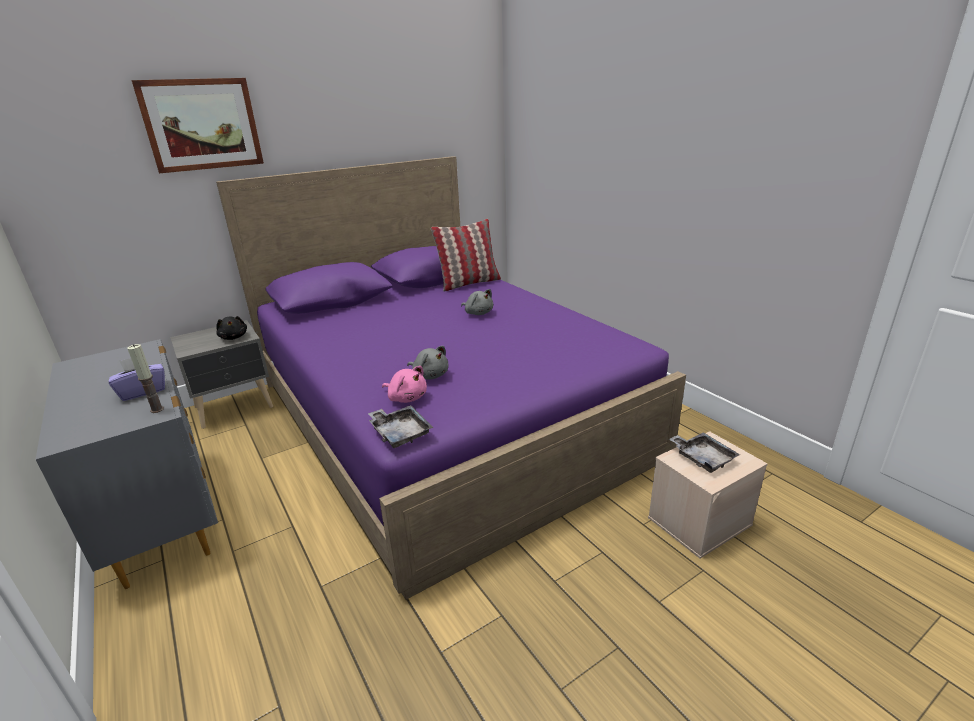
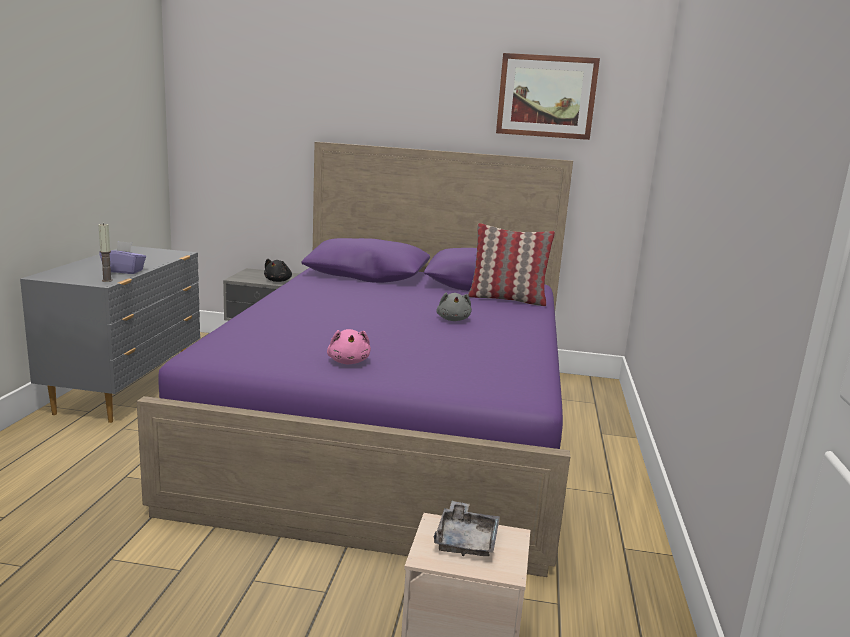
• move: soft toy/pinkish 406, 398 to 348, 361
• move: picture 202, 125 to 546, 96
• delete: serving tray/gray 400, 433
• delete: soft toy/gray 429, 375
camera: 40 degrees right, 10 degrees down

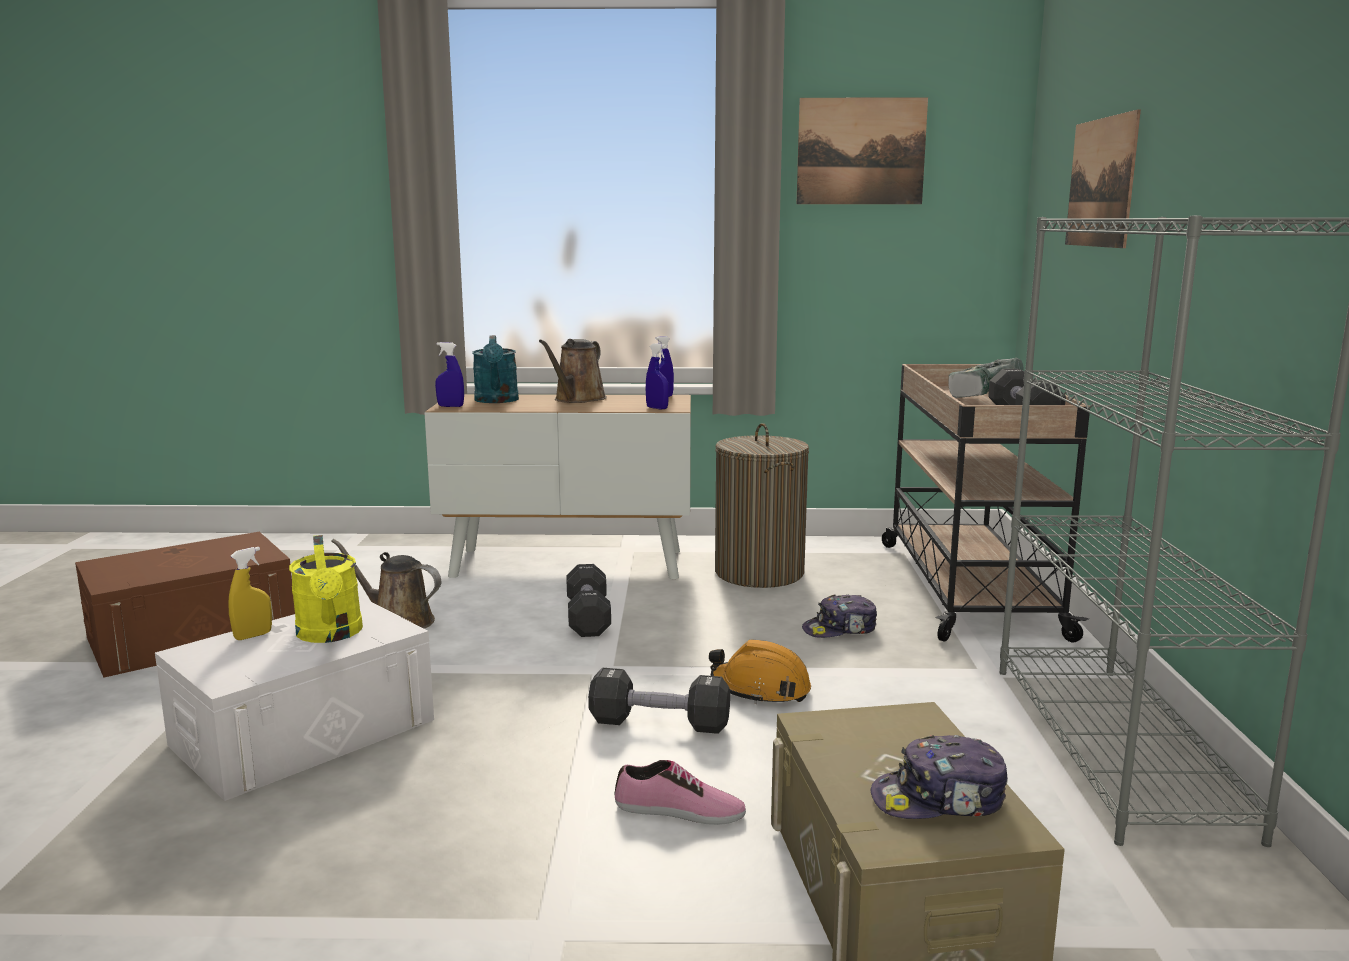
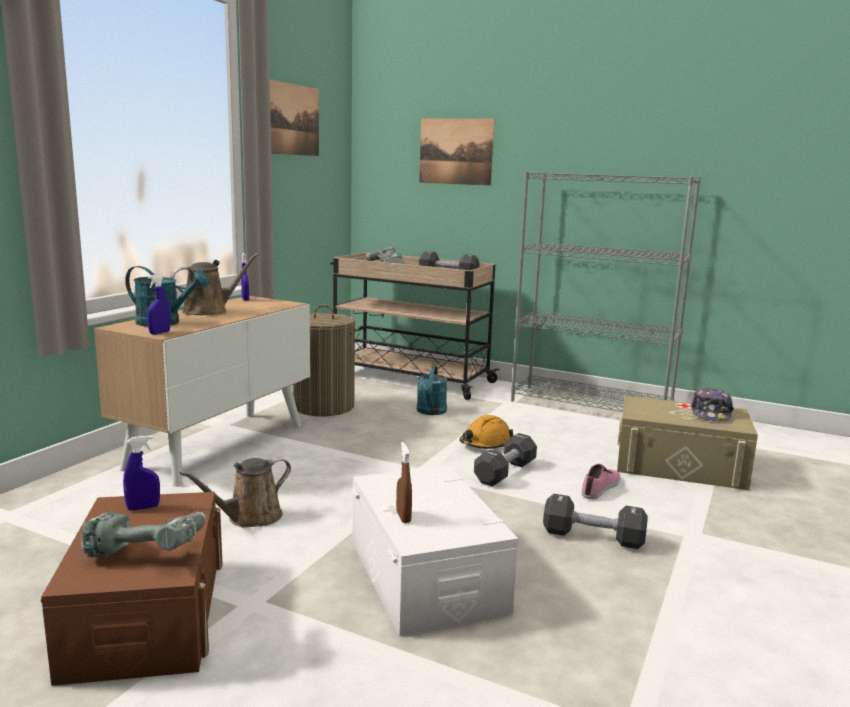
• insert: drill 149, 551
• move: spray bottle/blue-coloured 657, 408 to 143, 508
• rotate: watering pot/brownish 577, 399 = 209, 311 90 degrees counterclockwise
• recolor: spray bottle/yellow-coloured 253, 636 to spray bottle/brownish 403, 517
• replace: baseball cap 840, 630 to watering pot/turquoise 430, 412
• move: free weight/black-coloured 588, 617 to 593, 537
• delete: watering pot/yellow-coloured 330, 635
camera: 65 degrees left, 0 degrees up

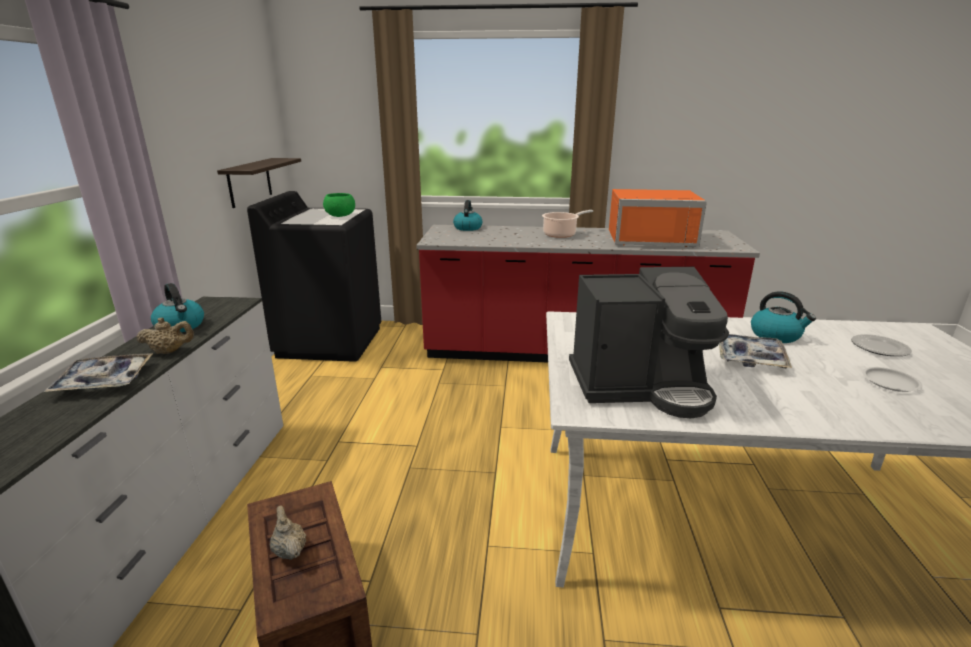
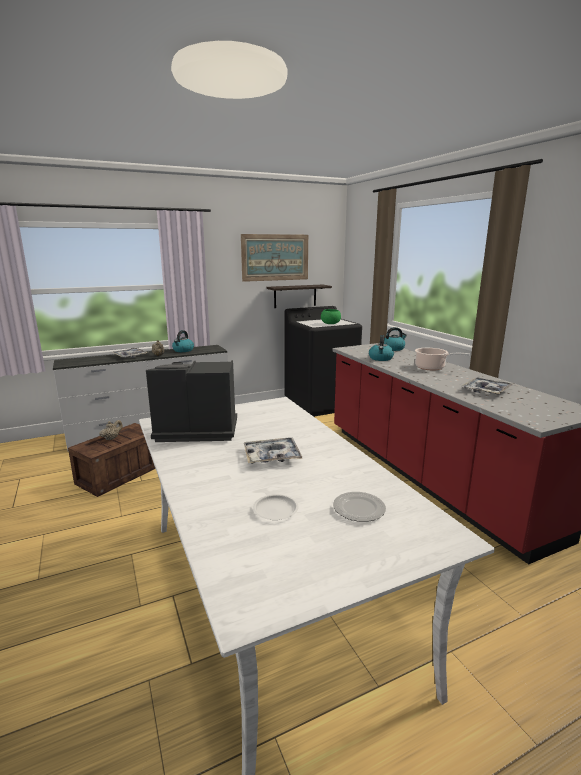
• rotate: coffee maker 641, 386 = 194, 430 120 degrees clockwise
• insert: picture 275, 257
• move: water kettle 776, 335 to 381, 358
• replace: microwave/orange 650, 239 to serving tray 486, 390
camera: 60 degrees right, 5 degrees down

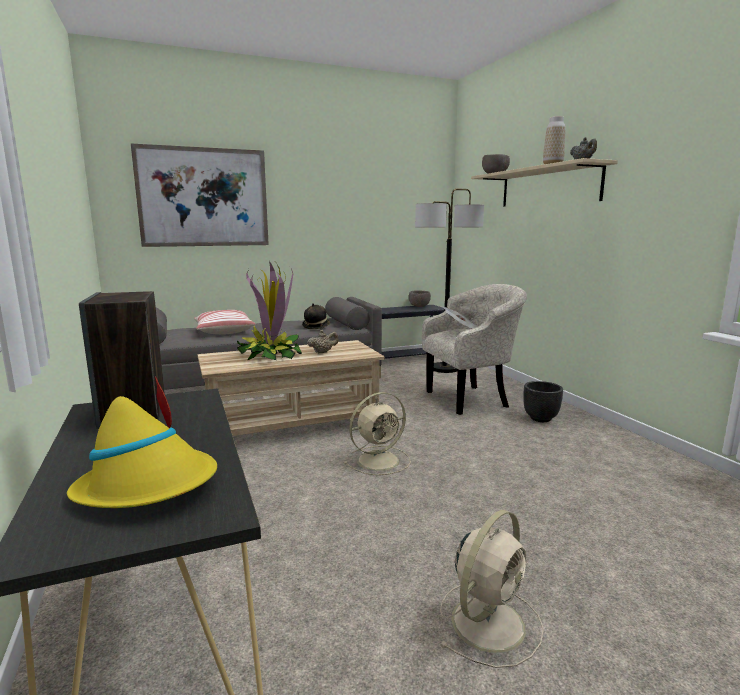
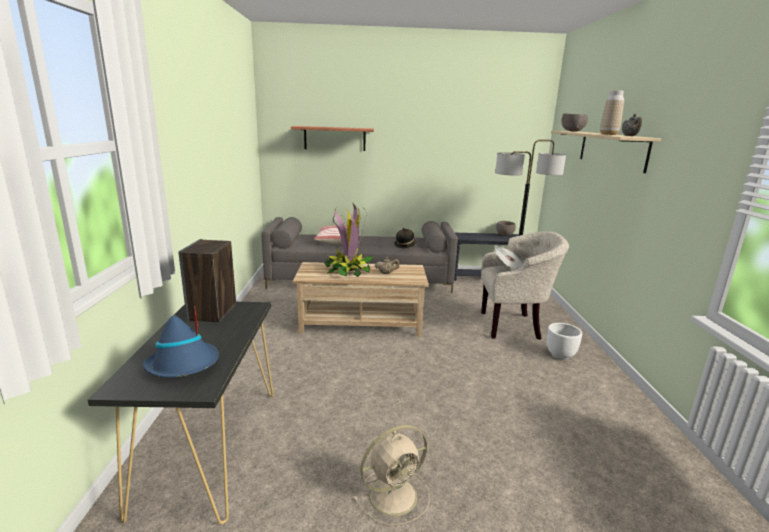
• recolor: clothing hat/yellow-coloured 149, 487 to clothing hat/blue-coloured 184, 365
• replace: picture 204, 197 to shelf 334, 138
• recolor: plant pot/black-coloured 541, 418 to plant pot/white-coloured 560, 356
• delete: cooling fan/beige-coloured 379, 460
camera: 20 degrees right, 5 degrees up

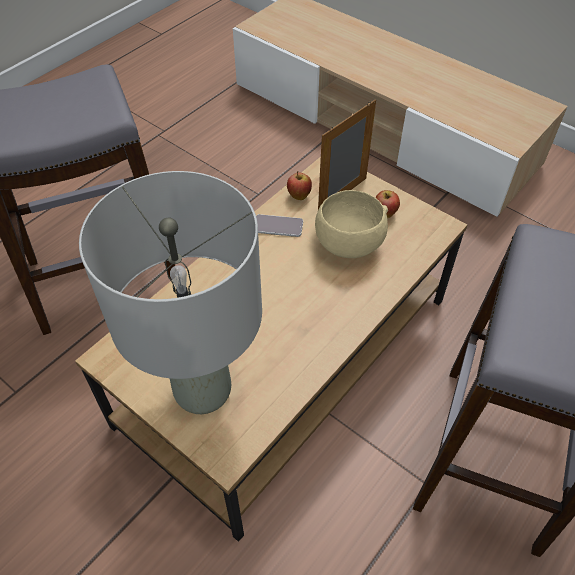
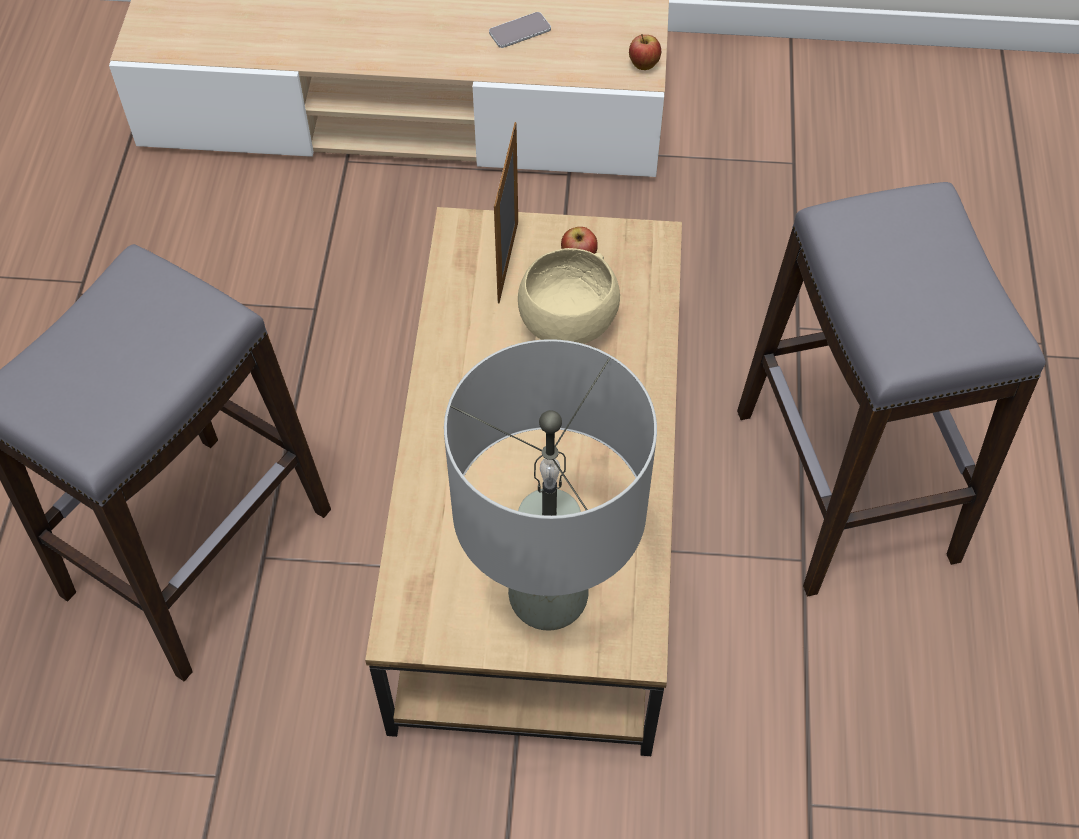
• move: handset 278, 226 to 519, 31
• move: apple 299, 196 to 643, 66
camera: 35 degrees left, 5 degrees up

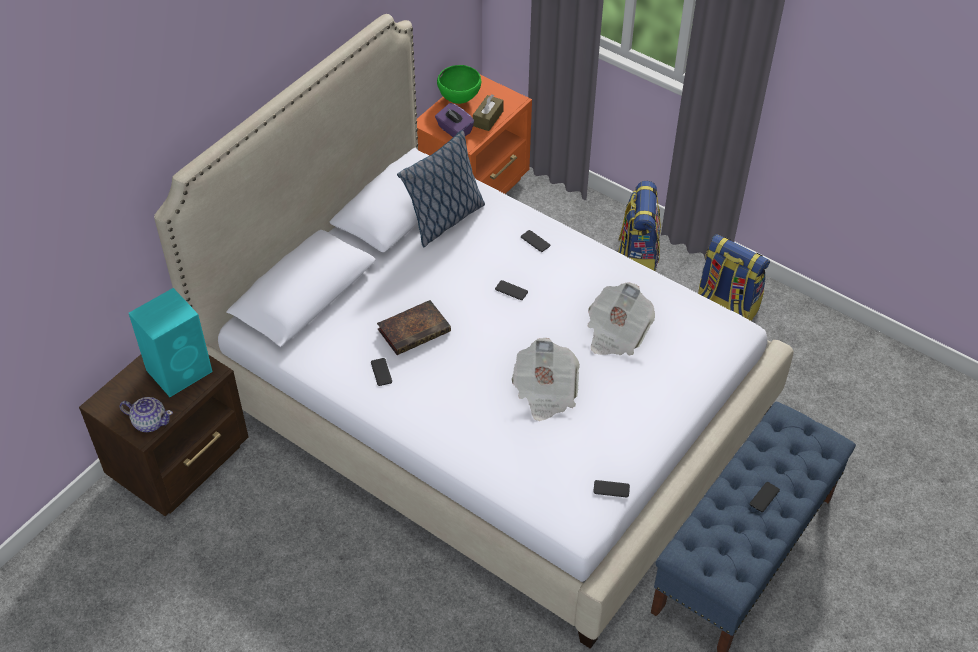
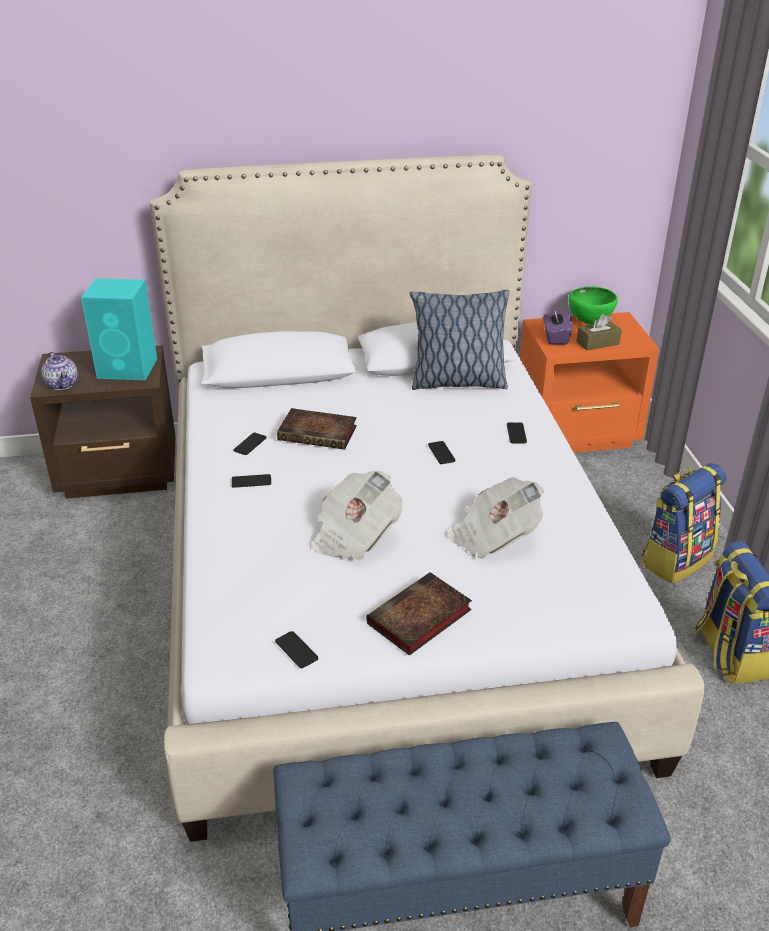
• move: handset 764, 497 to 251, 481
• insert: bound book 418, 619
camera: 45 degrees right, 15 degrees down

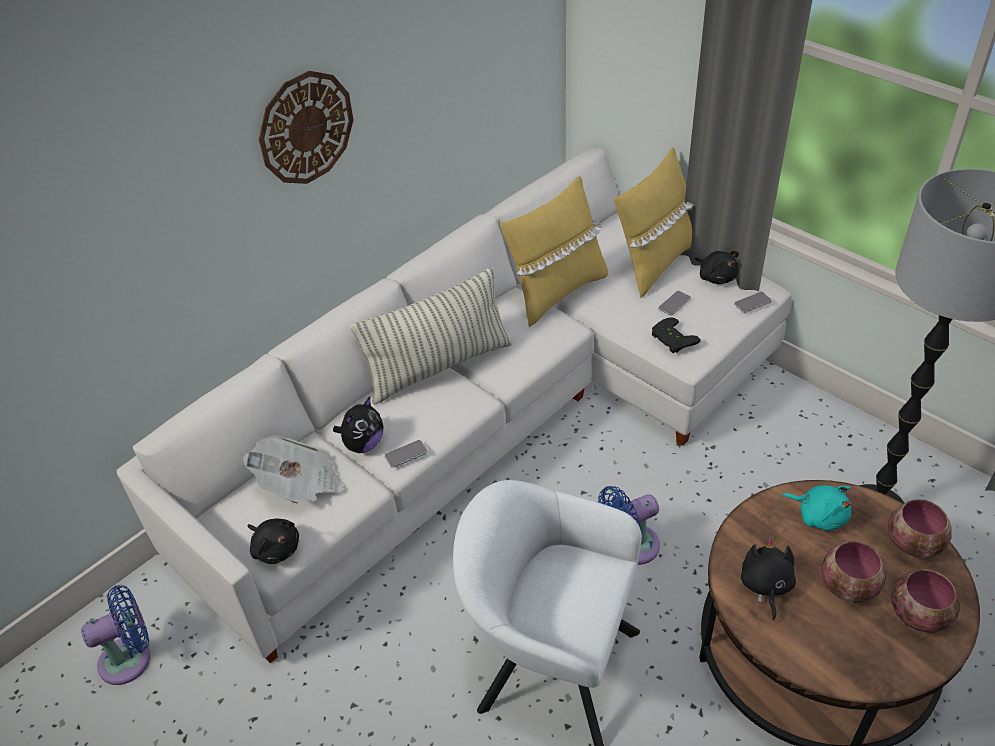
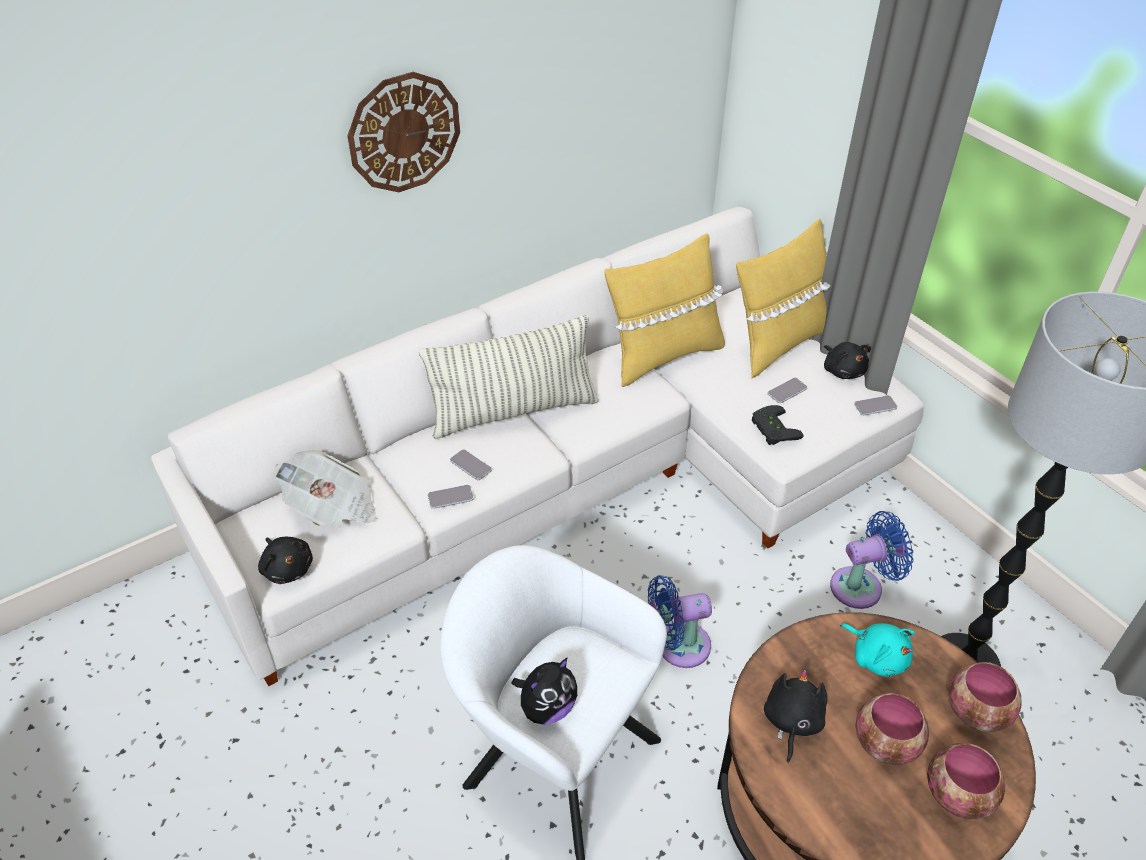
• insert: handset 470, 465
• move: soft toy 363, 444 to 547, 708
• move: cooling fan/blue-coloured 131, 658 to 861, 586
camera: 10 degrees right, 0 degrees up

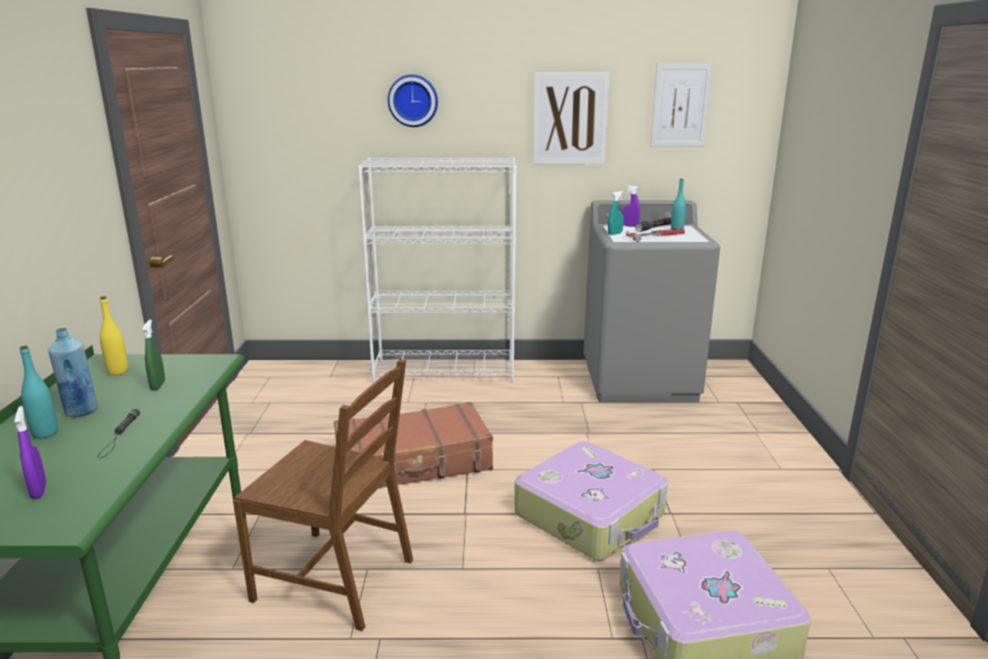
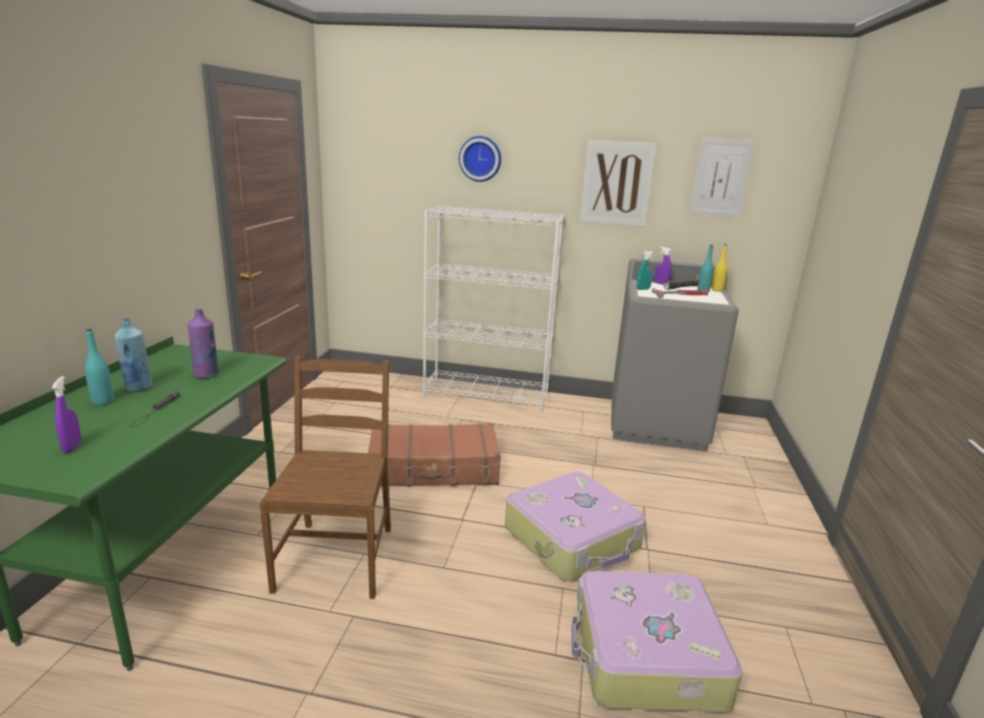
• replace: spray bottle/green 158, 385 to beverage bottle/purple-coloured 206, 375
• rotate: upright chair/brownish 336, 578 = 336, 558 120 degrees counterclockwise
• move: beverage bottle/yellow-coloured 118, 371 to 717, 290
camera: 10 degrees right, 0 degrees up

